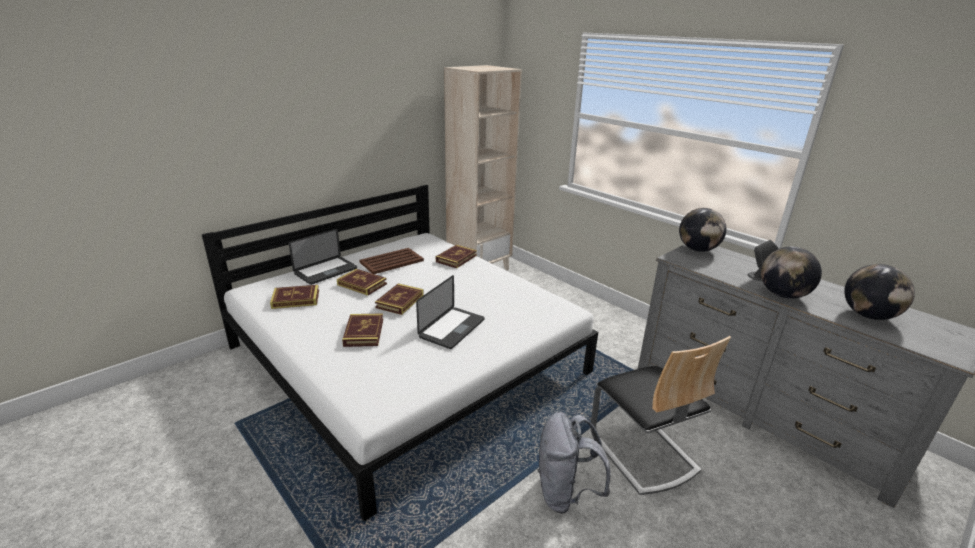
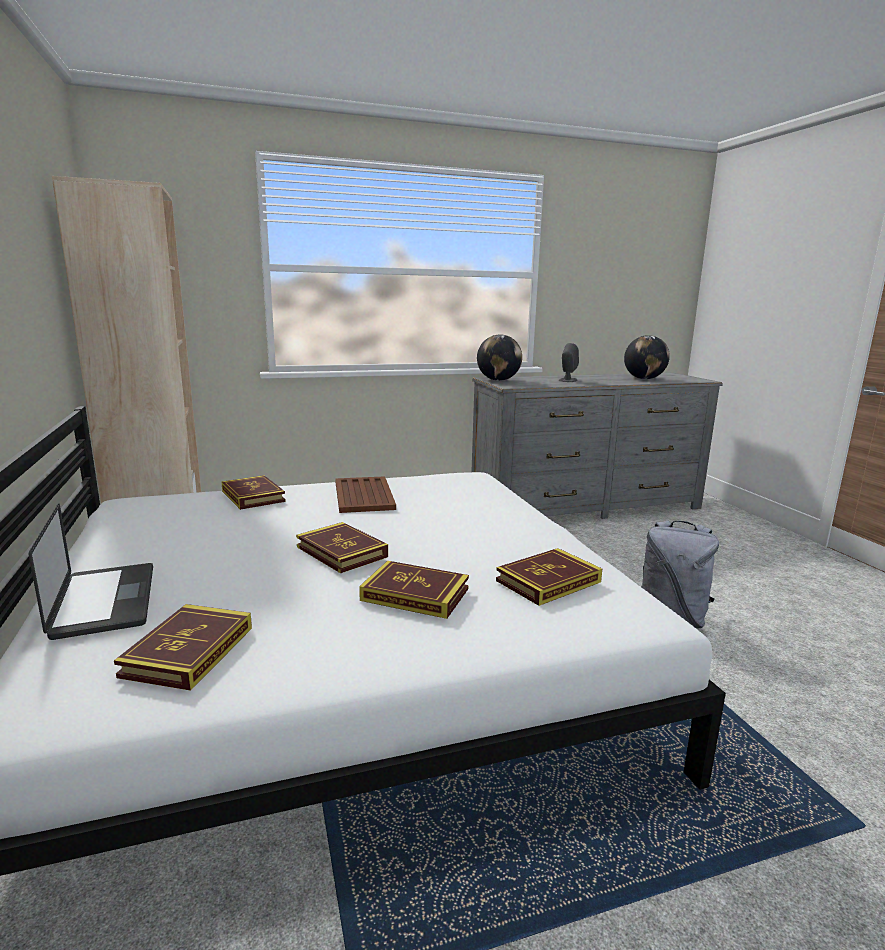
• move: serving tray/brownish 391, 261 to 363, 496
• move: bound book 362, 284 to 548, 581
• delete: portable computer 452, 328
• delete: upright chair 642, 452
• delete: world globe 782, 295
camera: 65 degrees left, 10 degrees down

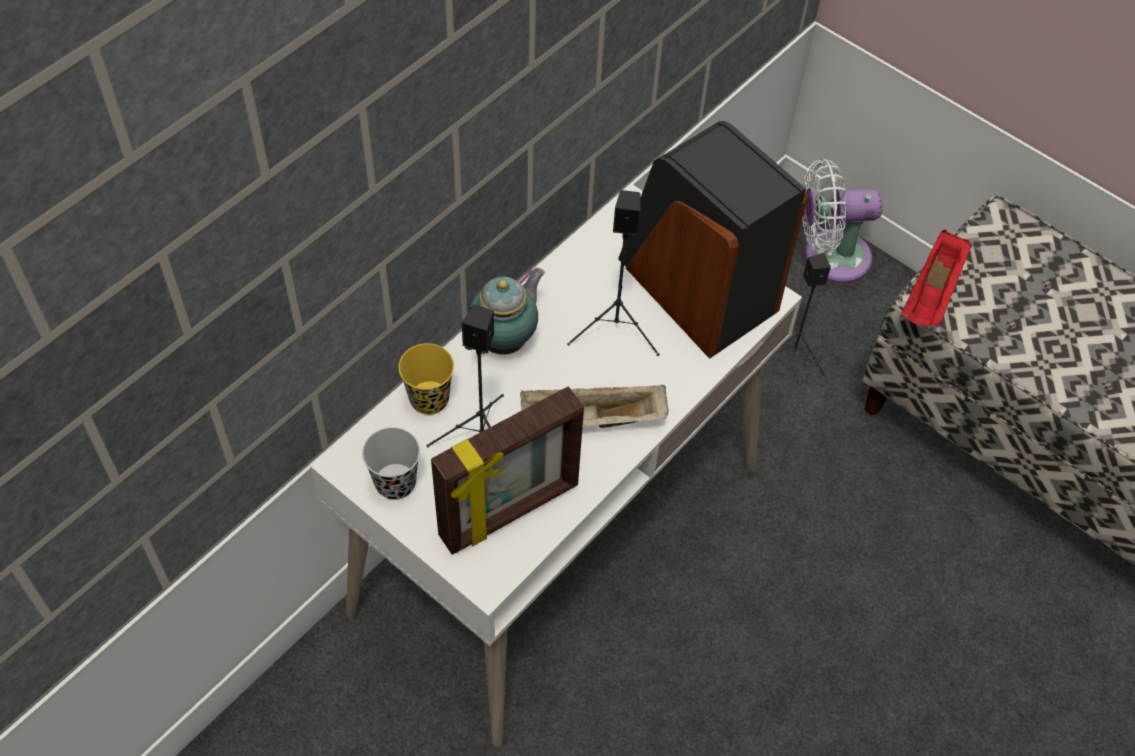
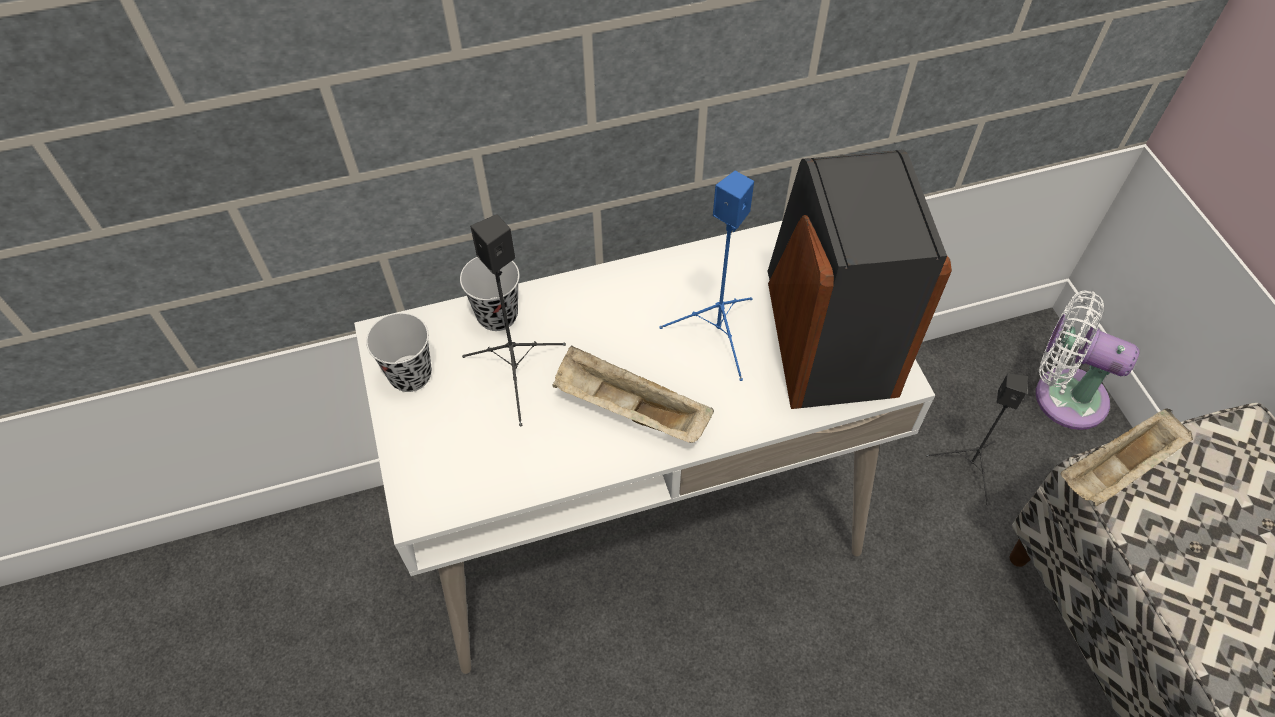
• recolor: cup/yellow-coloured 429, 399 to cup/black-coloured 497, 315
• recolor: audio speaker/black-coloured 617, 328 to audio speaker/blue-coloured 718, 335
• recolor: serving tray/red-coloured 932, 294 to serving tray/beige-coloured 1117, 470
• delete: photo frame 510, 512
• delete: teapot 506, 339
camera: 35 degrees right, 0 degrees up

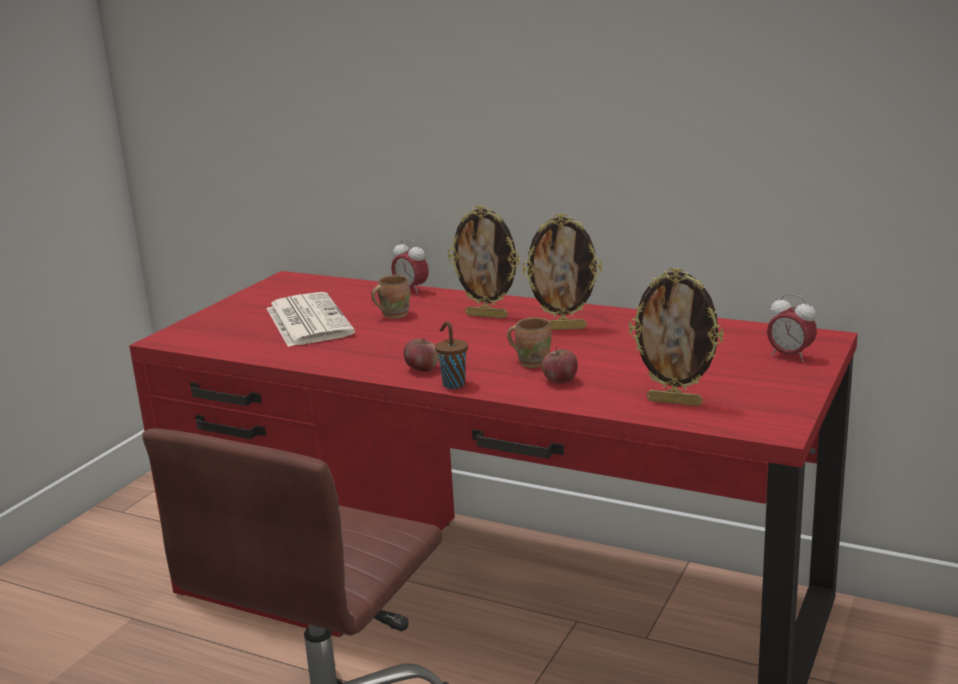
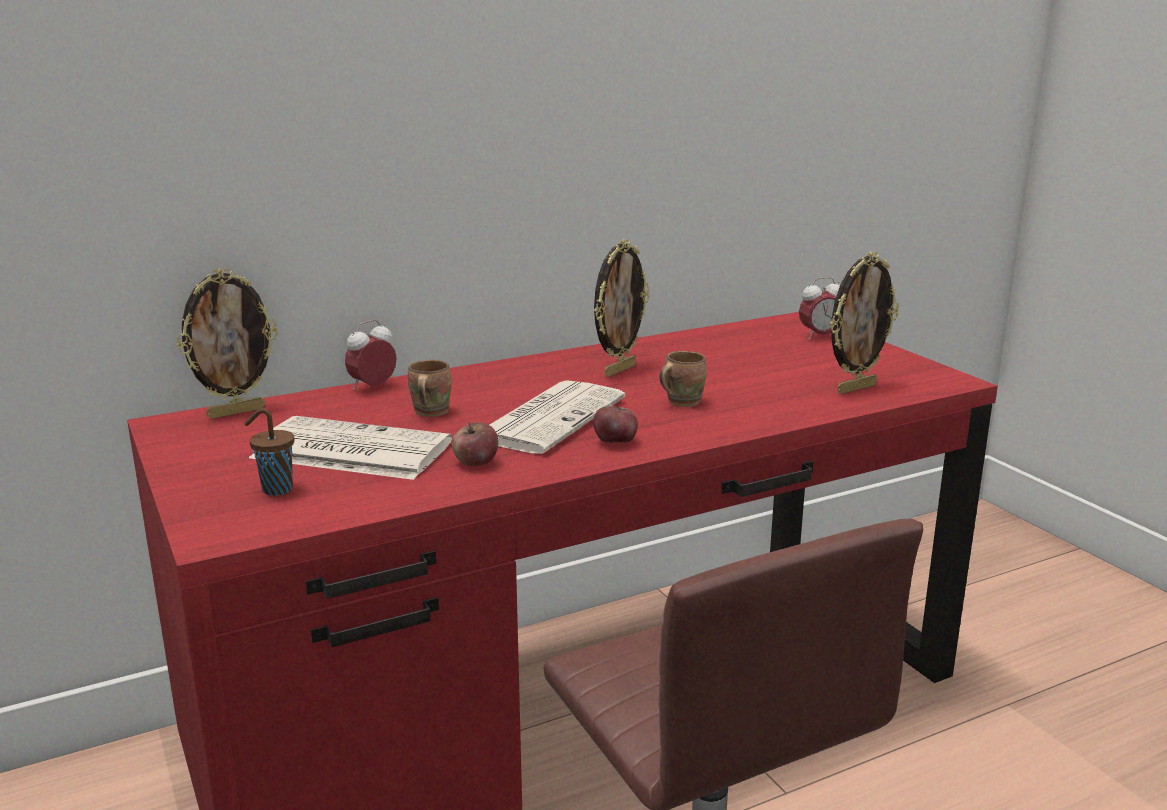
• move: photo frame 487, 315 to 236, 412
• move: cup/brownish 453, 384 to 275, 489
• rotate: alarm clock 411, 290 = 372, 387 150 degrees clockwise
• move: apple 560, 381 to 475, 463
• insert: daily paper 549, 418
camera: 55 degrees left, 0 degrees up

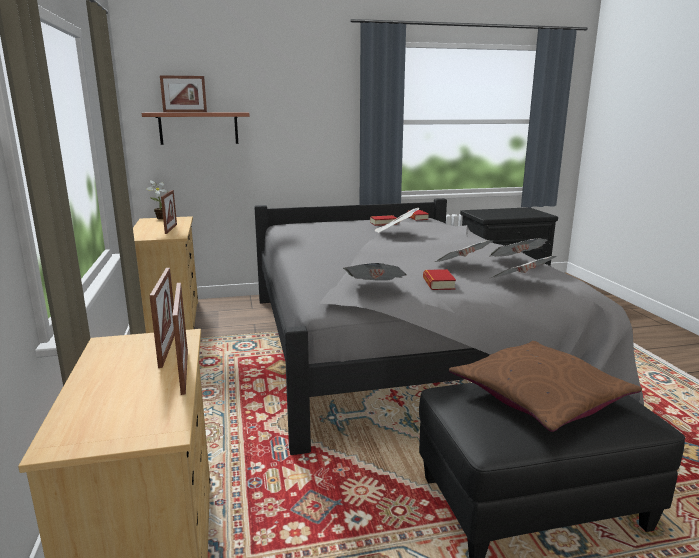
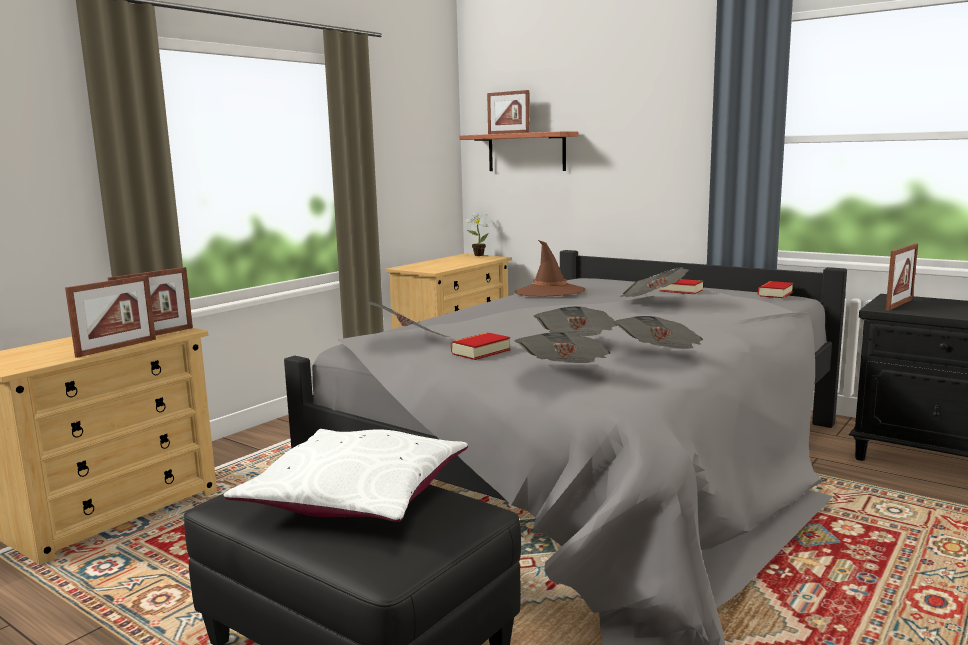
• recolor: pillow/brownish 539, 397 to pillow/white-coloured 355, 495
• insert: clothing hat/brownish 549, 292
• move: photo frame 171, 229 to 899, 304
camera: 50 degrees right, 5 degrees down

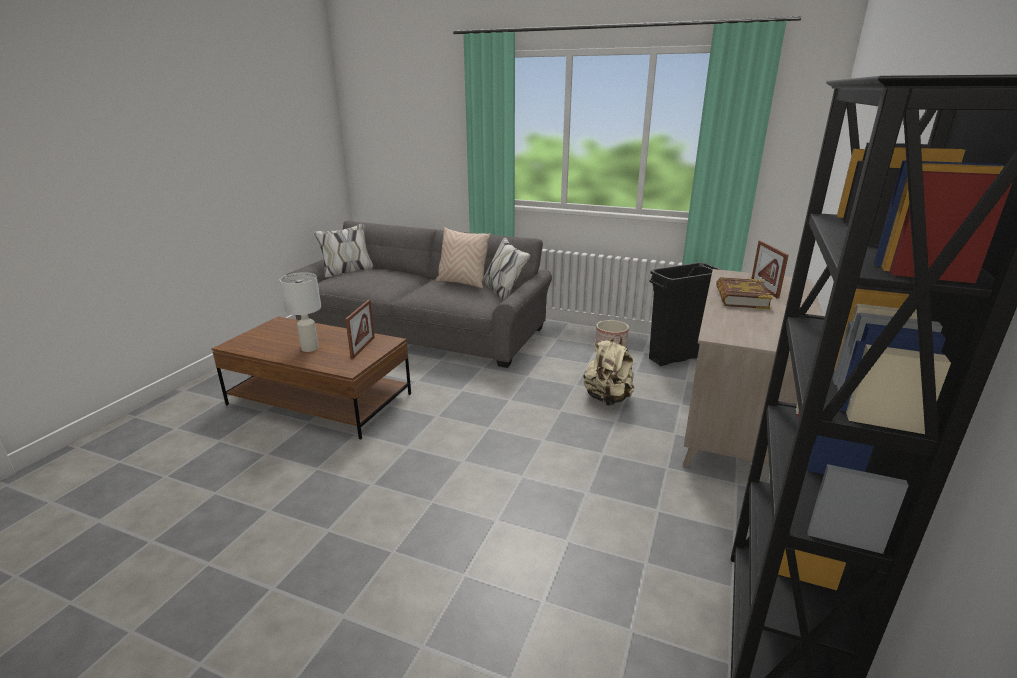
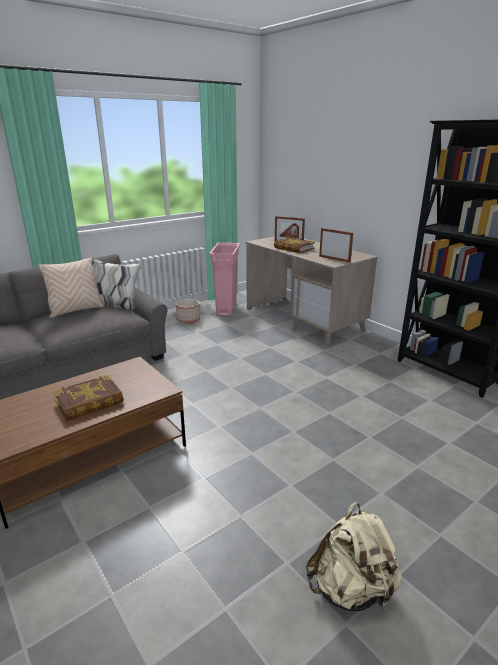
• replace: tabletop lamp/white-coloured 309, 348 to bound book 89, 402
• recolor: rubbish bin/black-coloured 675, 358 to rubbish bin/pinkish 226, 309
• move: rucksack/beige-coloured 608, 398 to 351, 589
• move: photo frame 363, 347 to 334, 259
camera: 60 degrees left, 0 degrees up

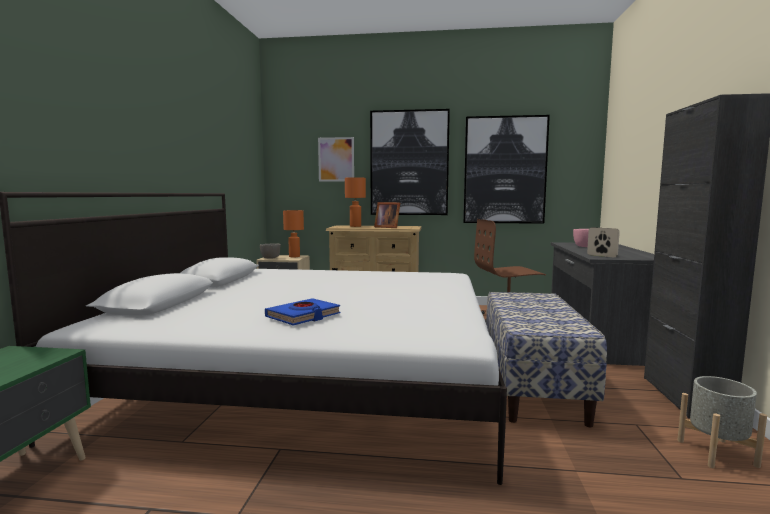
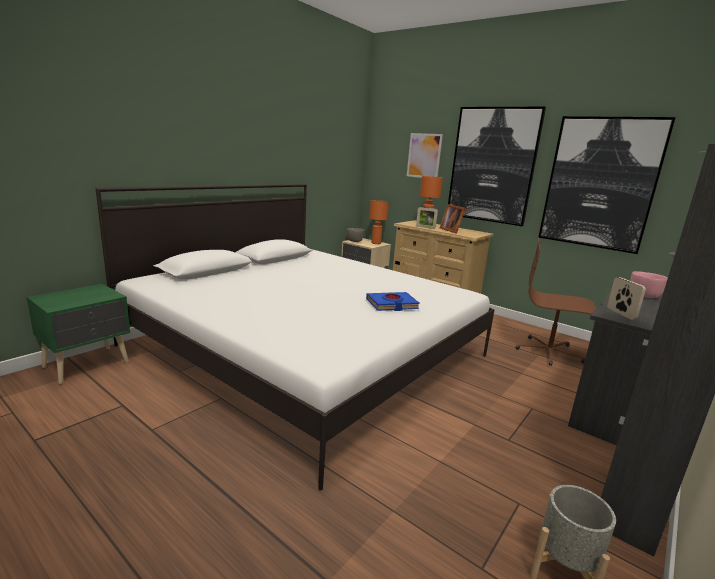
• move: bound book/blue-coloured 303, 316 to 392, 305
• insert: photo frame 425, 227
• delete: indoor bench 531, 385
camera: 30 degrees right, 10 degrees up

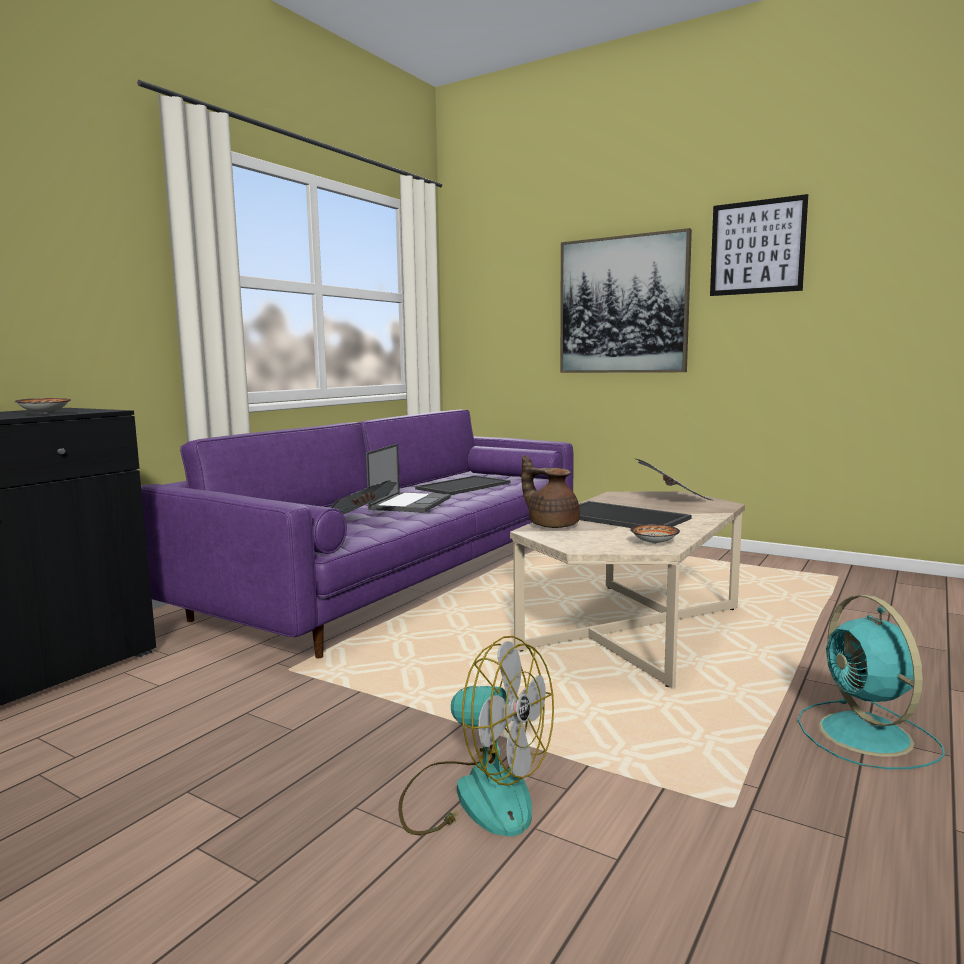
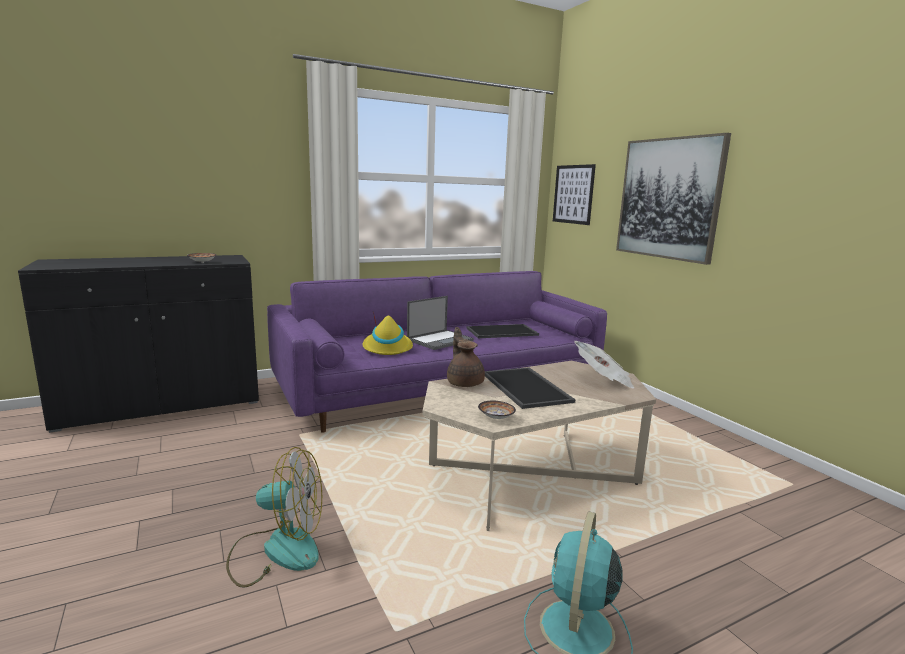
• rotate: cooling fan 475, 795 = 277, 550 60 degrees counterclockwise
• replace: daily paper 360, 520 to clothing hat/yellow-coloured 387, 347
• move: picture 757, 247 to 573, 194
camera: 30 degrees right, 5 degrees up

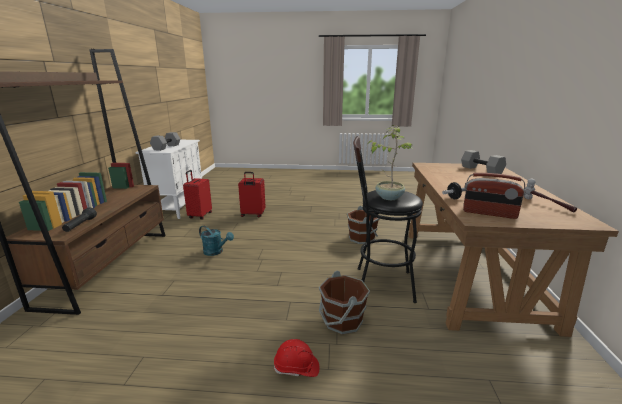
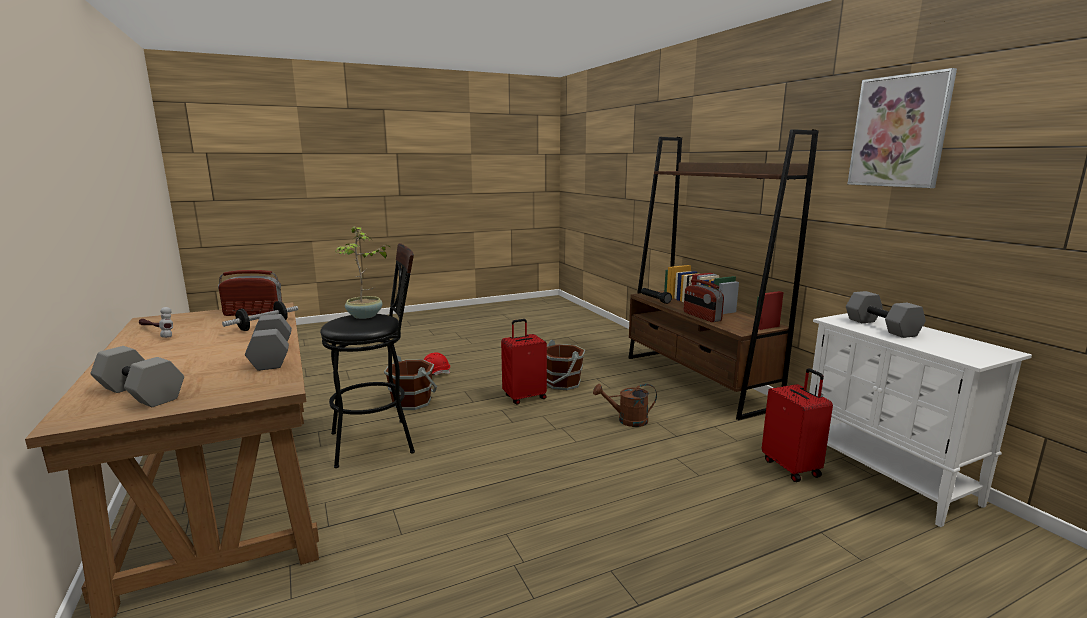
• insert: free weight/gray 273, 356
• move: piece of luggage/red-coloured 252, 215 to 524, 397
• move: pail/brownish 362, 238 to 562, 383
• recolor: watering pot/turquoise 216, 252 to watering pot/brownish 627, 420
• insert: radio set 701, 317
• insert: picture 899, 131
camera: 150 degrees right, 5 degrees down

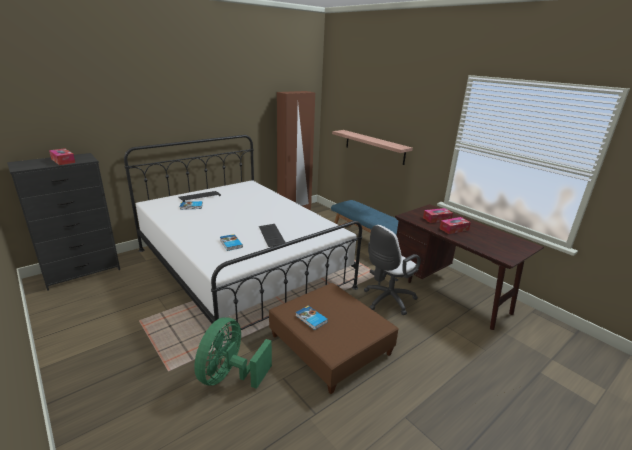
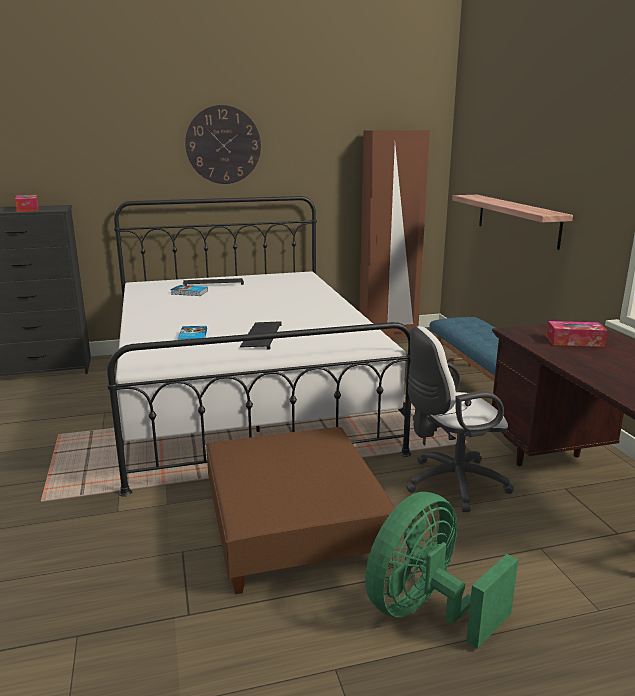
• insert: hanging clock 223, 145
• move: cooling fan/green 230, 375 to 426, 610
• delete: bound book 311, 319
• delete: tissue holder 454, 229
camera: 25 degrees right, 5 degrees down

